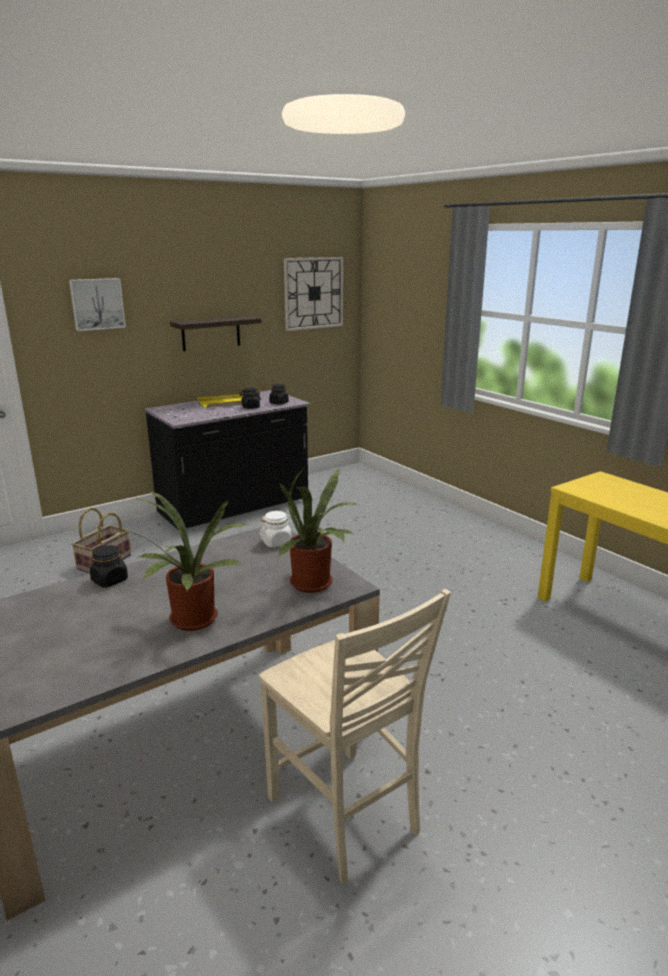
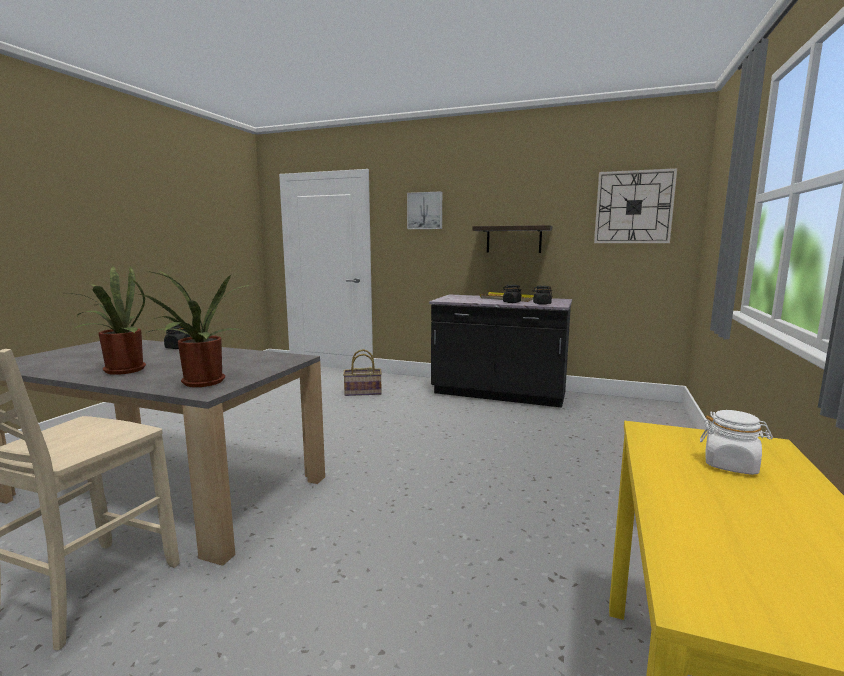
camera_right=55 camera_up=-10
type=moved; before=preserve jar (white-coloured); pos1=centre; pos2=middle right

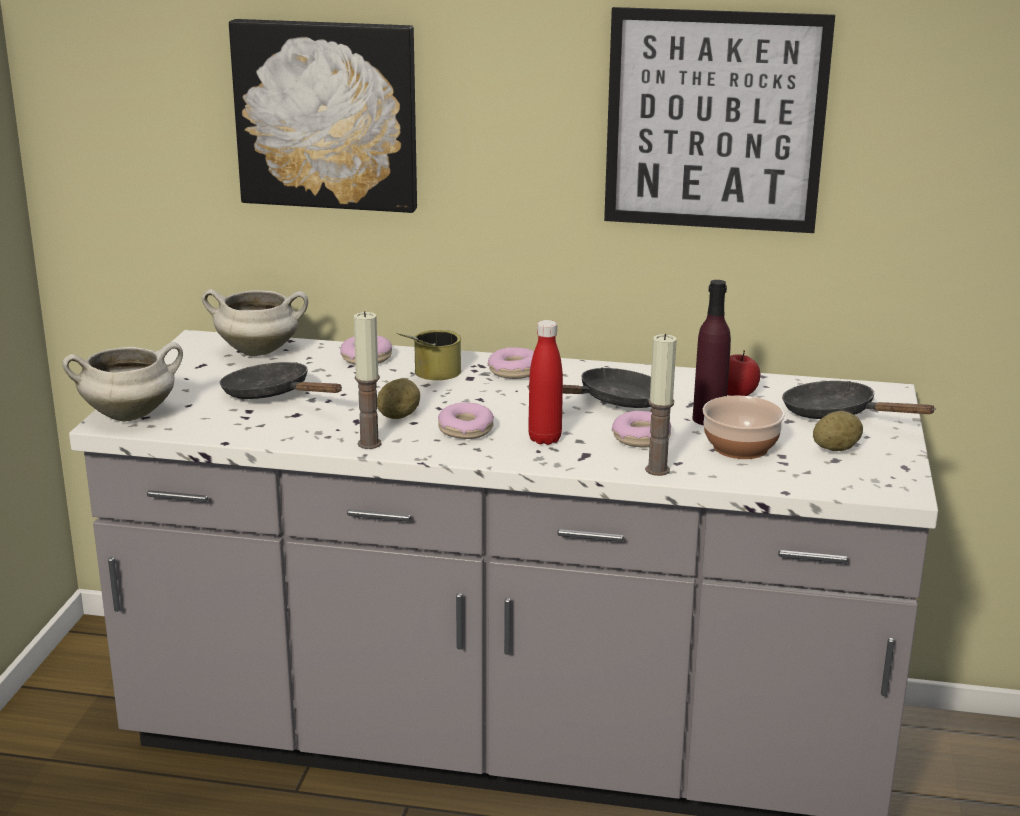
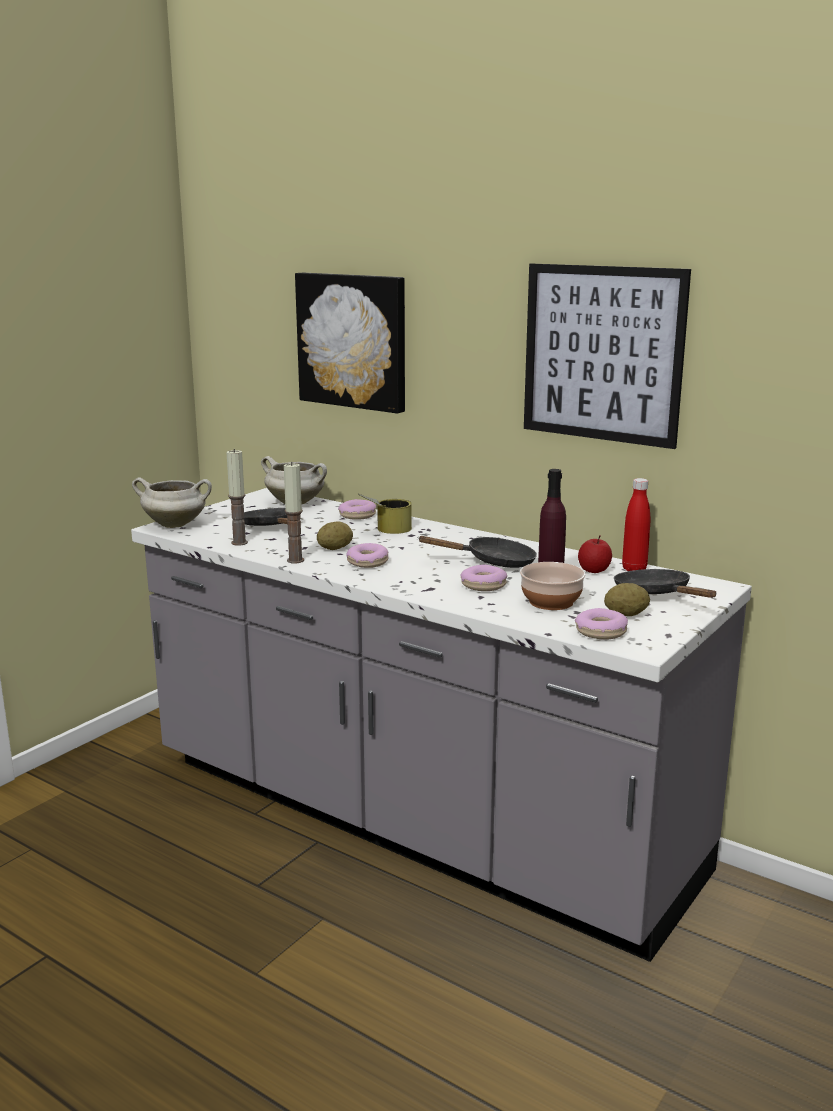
camera_right=25 camera_up=-5
type=moved; before=donut (3rd from left in the first image); after=donut (4th from left); pos1=centre; pos2=middle right
type=moved; before=bottle (red-coloured); pos1=centre; pos2=middle right
type=moved; before=candle (2nd from left in the first image); after=candle (1st from left); pos1=centre; pos2=middle left

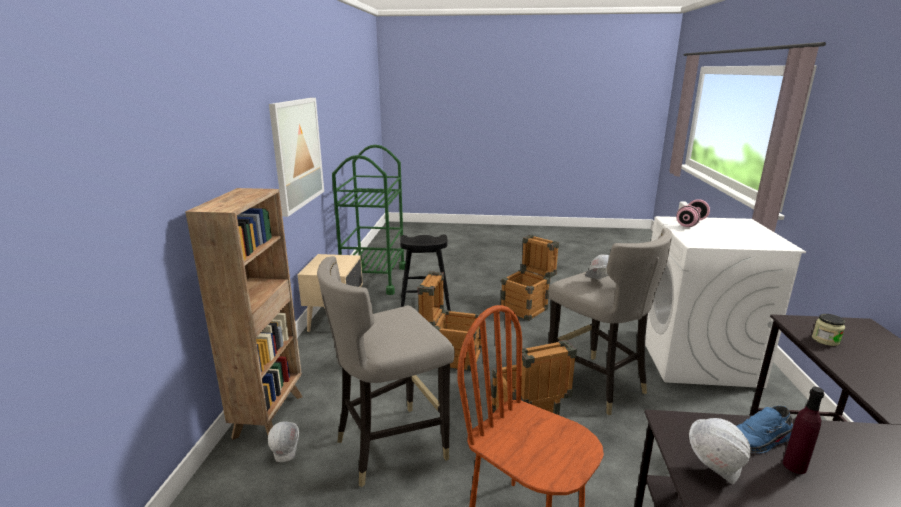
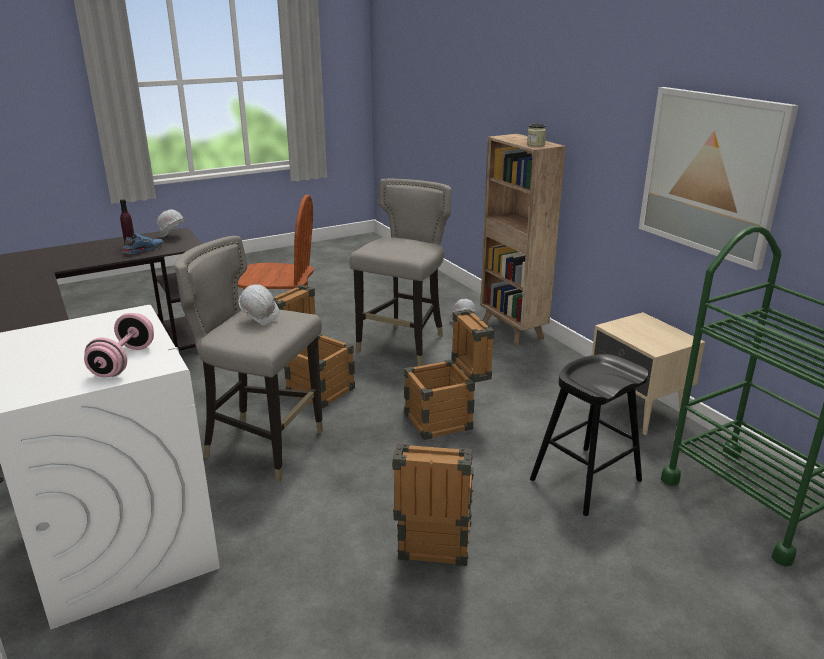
camera_right=145 camera_up=5
type=moved; before=preserve jar; pos1=middle right; pos2=top centre

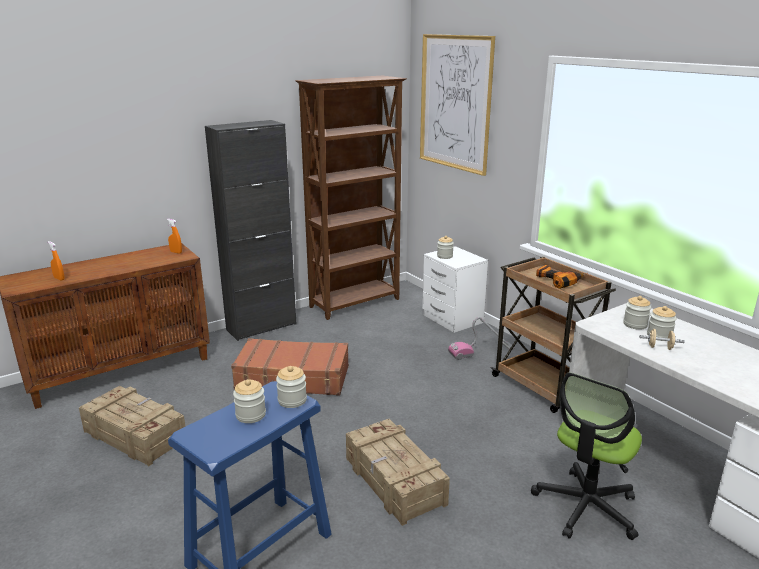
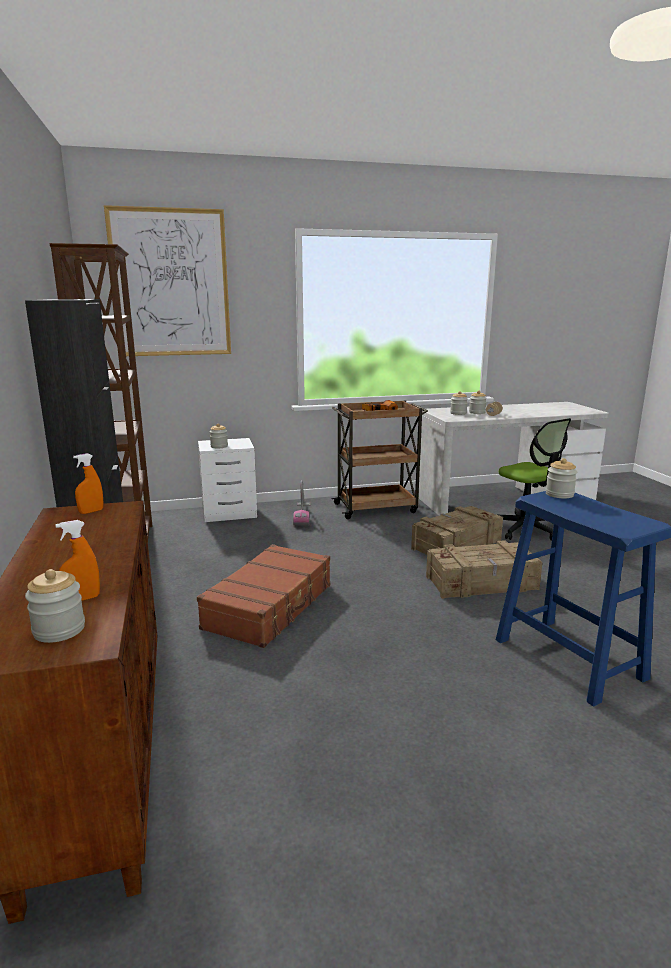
camera_right=-70 camera_up=-5
type=moved; before=crate (1st from left); pos1=bottom left; pos2=middle right
type=moved; before=preserve jar (1st from left); pos1=bottom left; pos2=middle left

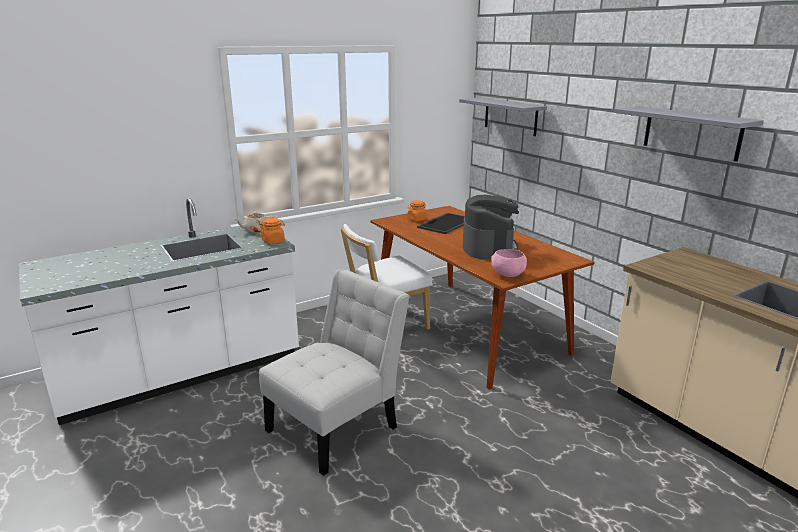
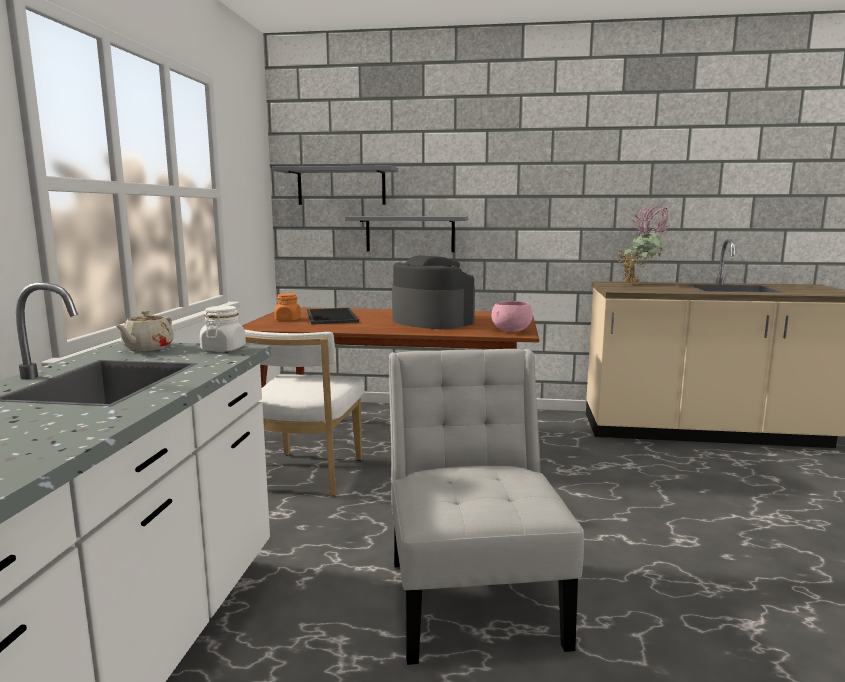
camera_right=-50 camera_up=-10
type=recoloured; before=preserve jar (orange-coloured) (1st from left); after=preserve jar (white-coloured); pos1=centre; pos2=middle left
type=moved; before=shelf (grey) (2nd from left); pos1=top right; pos2=centre
type=added; after=potted plant; pos2=middle right

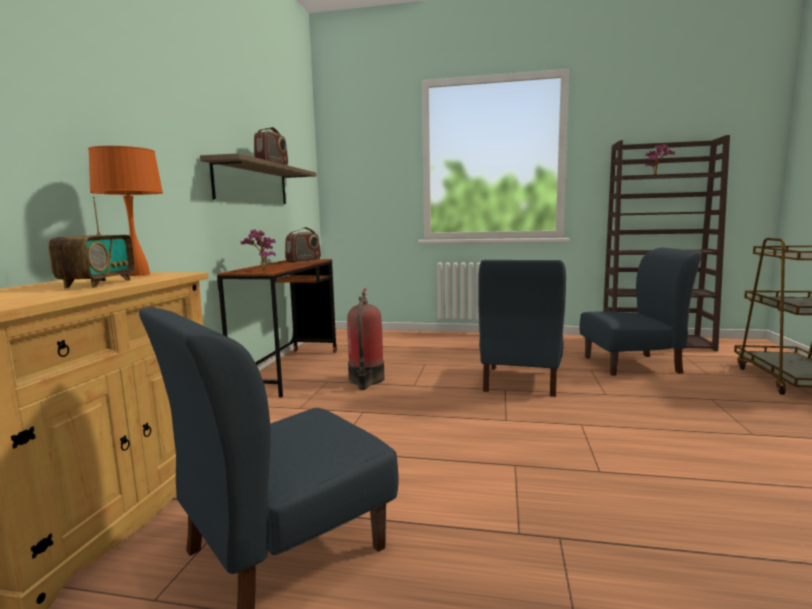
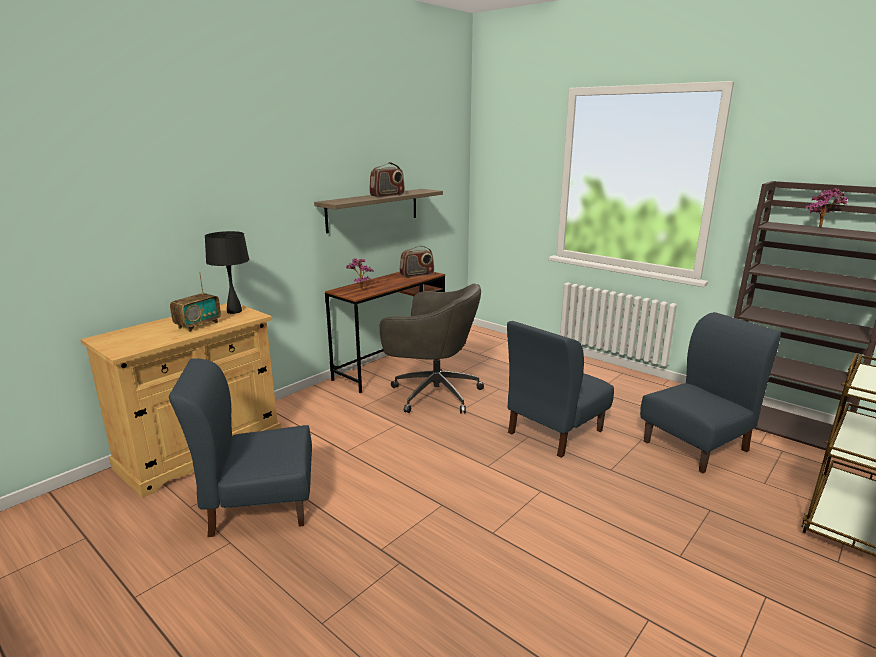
camera_right=30 camera_up=10
type=recoloured; before=tabletop lamp (orange-coloured); after=tabletop lamp (blackish); pos1=middle left; pos2=middle left
type=replaced; before=extinguisher; after=desk chair (grey); pos1=centre; pos2=centre
type=turned; before=chair (blue-coloured) (3rd from left); pos1=middle right; pos2=middle right; turn=-60

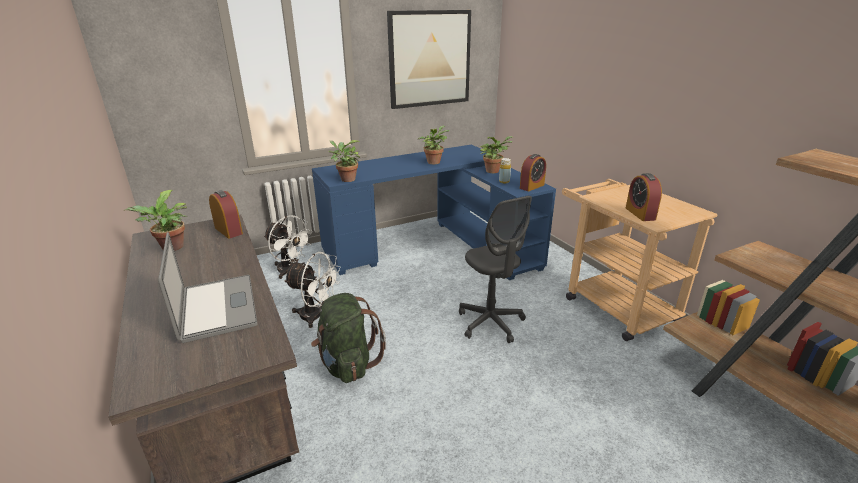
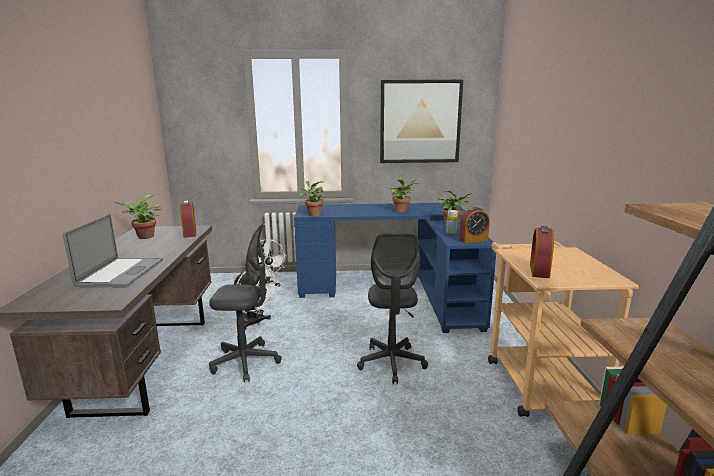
camera_right=25 camera_up=-10
type=replaced; before=knapsack (greenish); after=desk chair (grey) (1st from left); pos1=bottom centre; pos2=centre

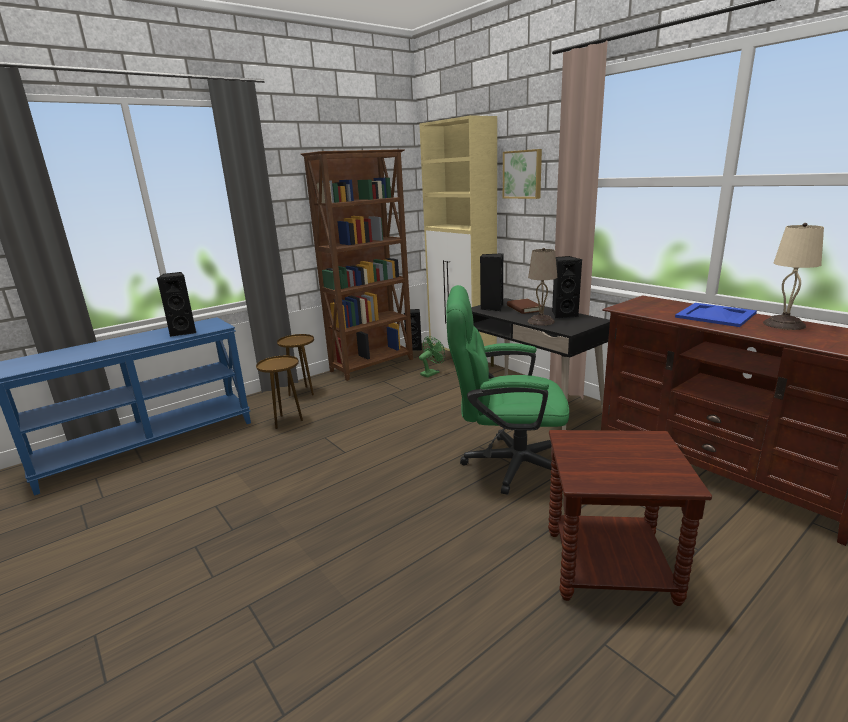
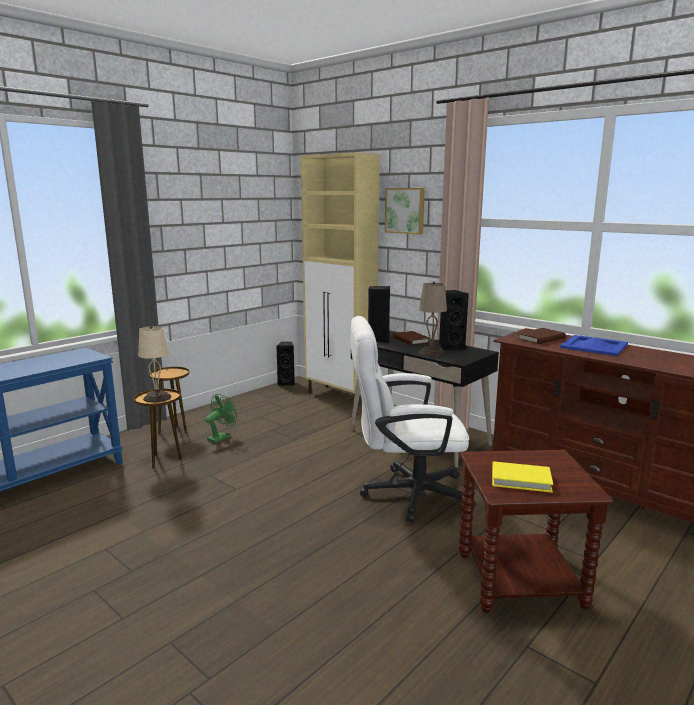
camera_right=-10 camera_up=-5
type=removed; before=speaker (blackish) (1st from left); pos1=middle left
type=removed; before=bookshelf (brown-coloured); pos1=centre
type=moved; before=electric fan (greenish); pos1=centre; pos2=middle left
type=recoloured; before=desk chair (greenish); after=desk chair (white-coloured); pos1=centre; pos2=centre
type=moved; before=tabletop lamp (sand-coloured) (2nd from left in the first image); after=tabletop lamp (sand-coloured) (1st from left); pos1=middle right; pos2=middle left
type=added; after=book (yellowish); pos2=bottom right
type=added; after=book (brown-coloured) (2nd from left); pos2=middle right

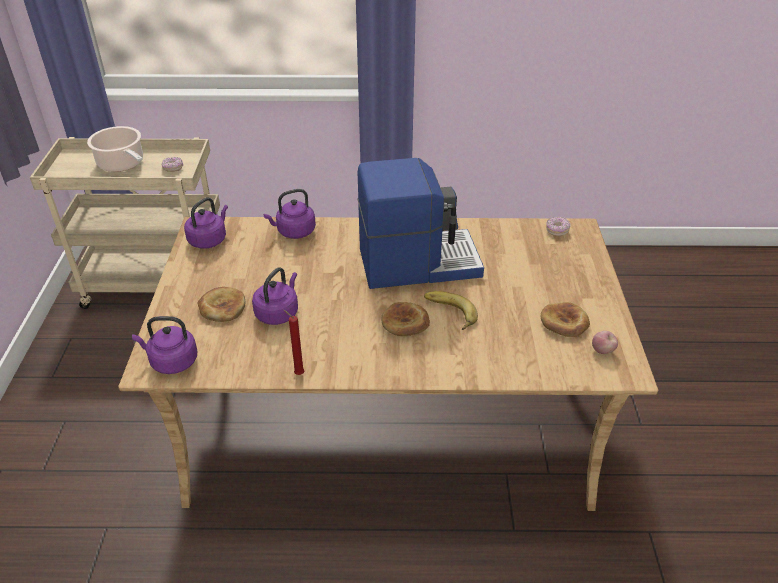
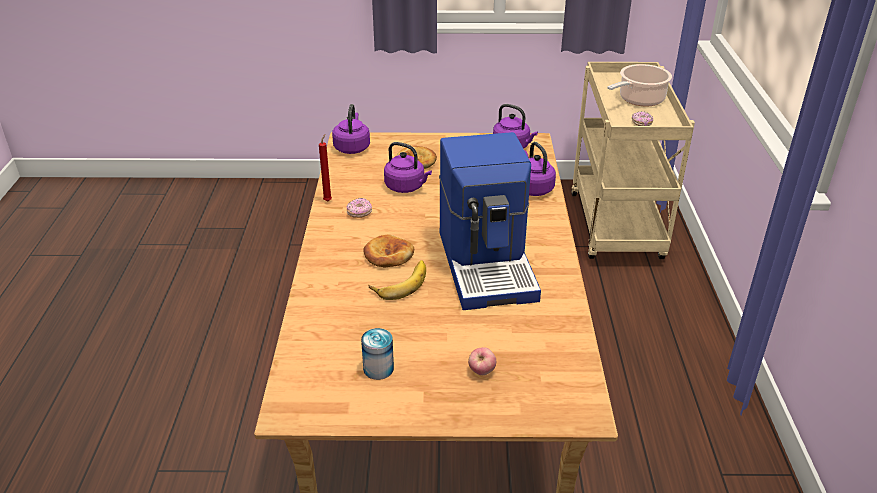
camera_right=90 camera_up=-5
type=replaced; before=bread (3rd from left); after=metal can; pos1=middle right; pos2=bottom centre
type=moved; before=donut (2nd from left in the first image); after=donut (1st from left); pos1=middle right; pos2=centre
type=moved; before=whole apple; pos1=middle right; pos2=bottom centre

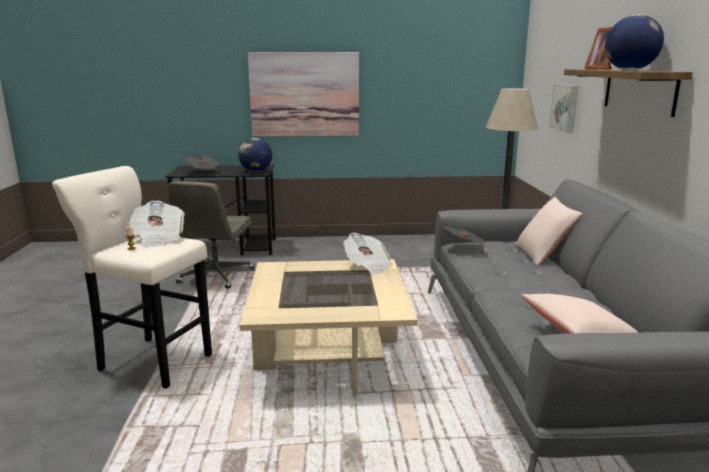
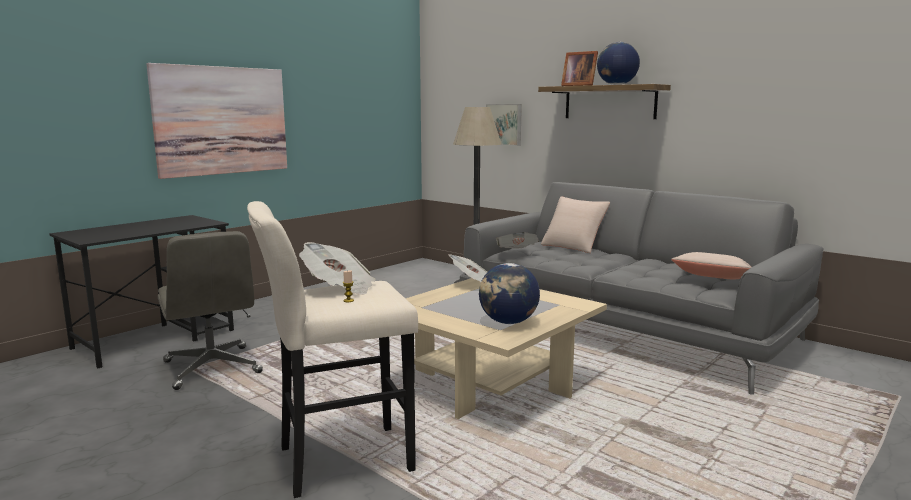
camera_right=-45 camera_up=-5
type=removed; before=daily paper (2nd from left); pos1=middle left
type=moved; before=globe (1st from left); pos1=top centre; pos2=centre

